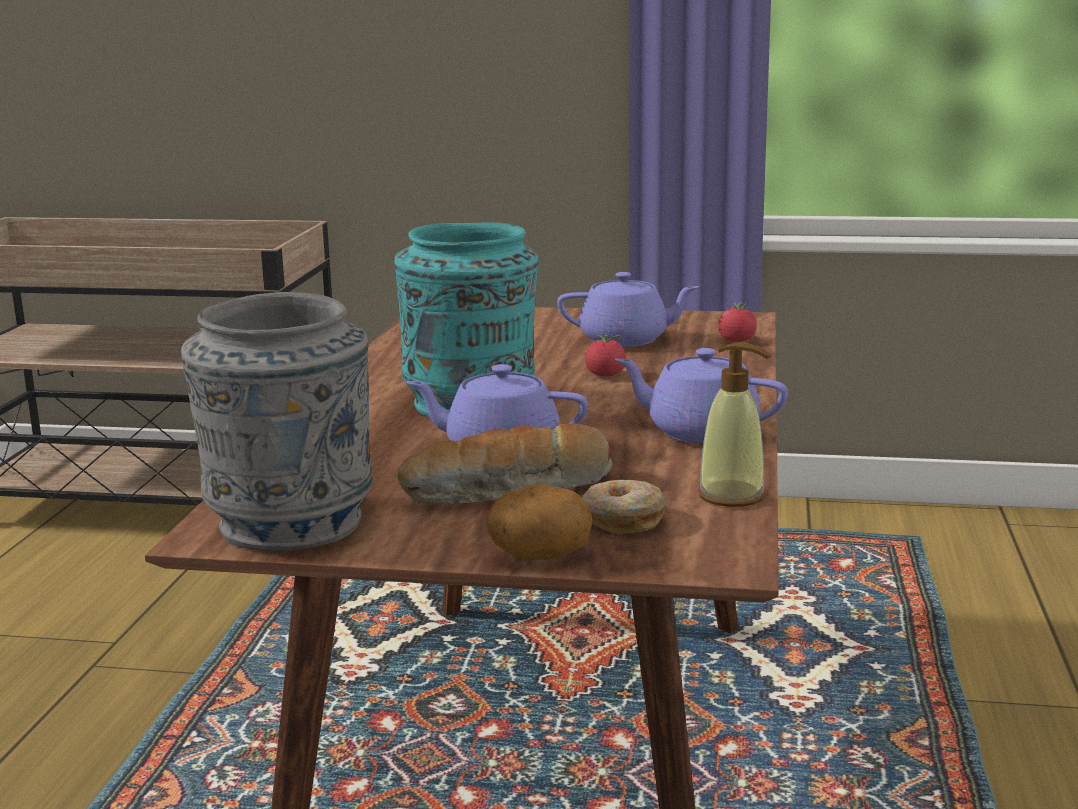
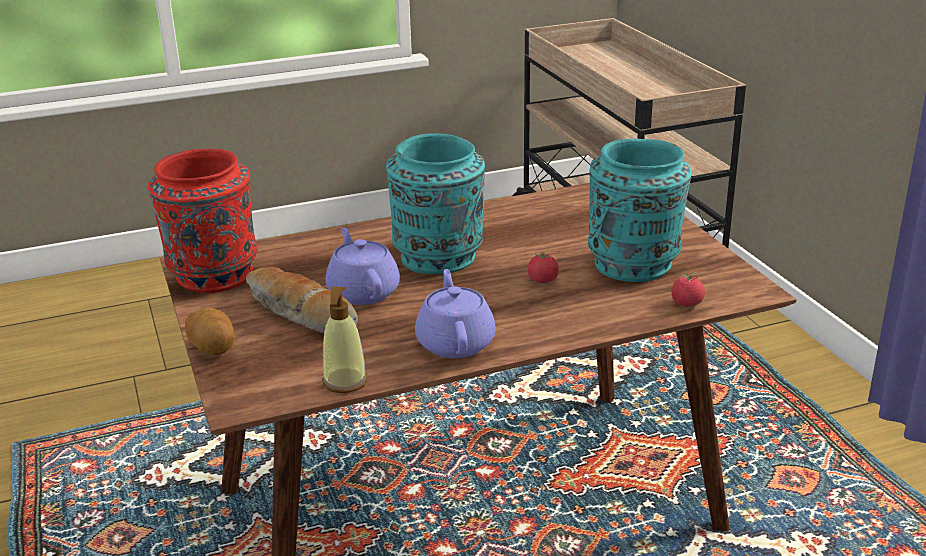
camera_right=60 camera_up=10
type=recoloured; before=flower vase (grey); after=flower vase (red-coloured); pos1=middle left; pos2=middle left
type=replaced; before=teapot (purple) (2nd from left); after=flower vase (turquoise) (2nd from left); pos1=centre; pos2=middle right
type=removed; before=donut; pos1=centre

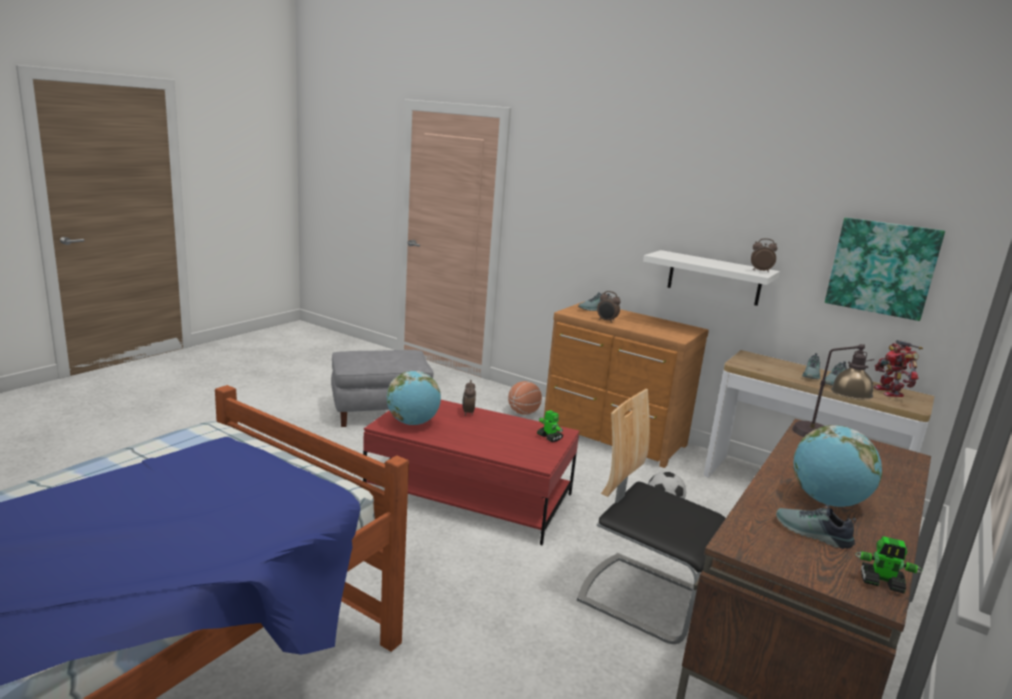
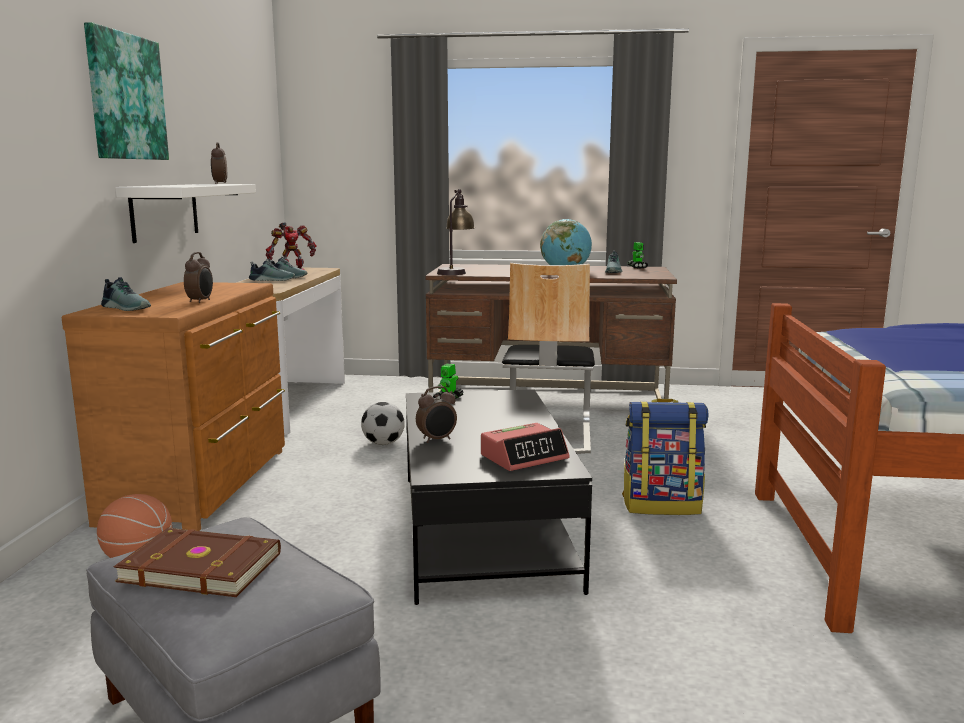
camera_right=-115 camera_up=-5
type=recoloured; before=lounge table (red-coloured); after=lounge table (blackish); pos1=bottom centre; pos2=bottom centre
type=replaced; before=globe (1st from left); after=alarm clock (4th from left); pos1=centre; pos2=centre
type=moved; before=wall picture; pos1=middle right; pos2=top left
type=added; after=book (brown-coloured); pos2=bottom left
type=added; after=knapsack; pos2=middle right

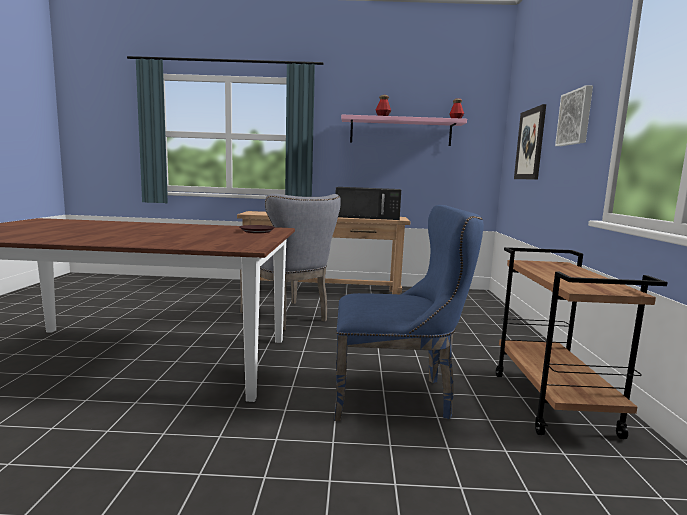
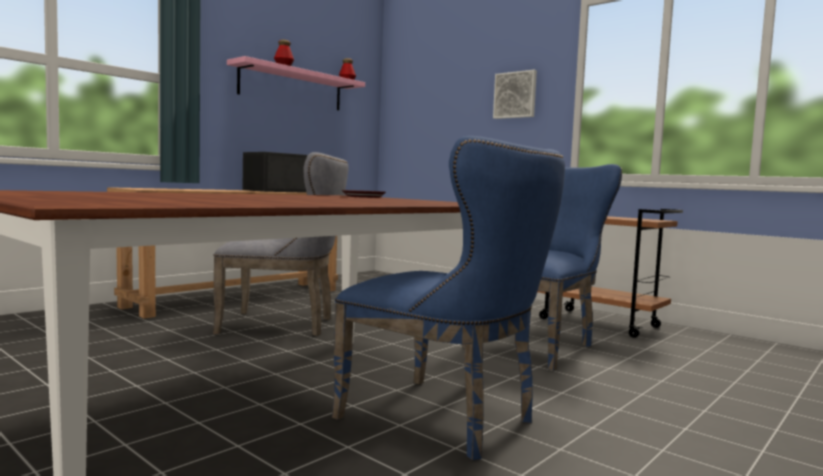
camera_right=-50 camera_up=-5
type=removed; before=wall picture (1st from left); pos1=top right
type=added; after=chair (blue-coloured) (1st from left); pos2=centre

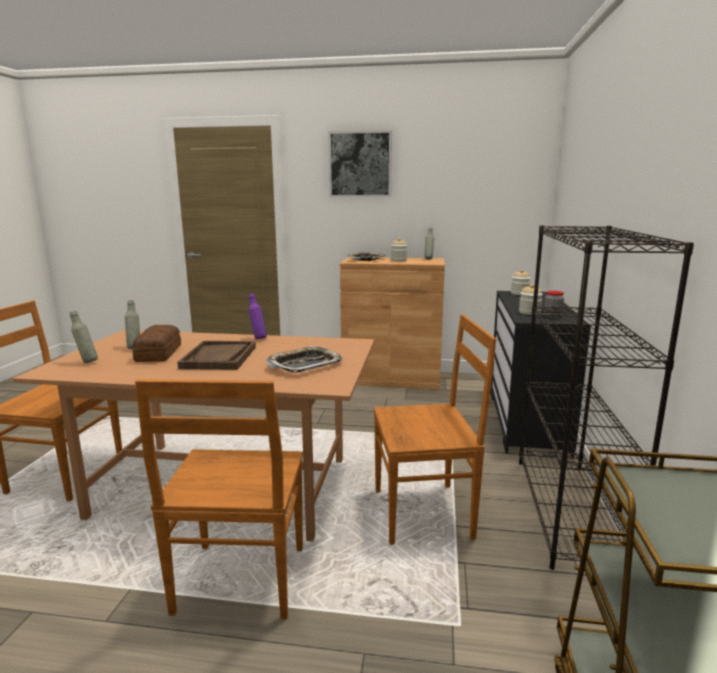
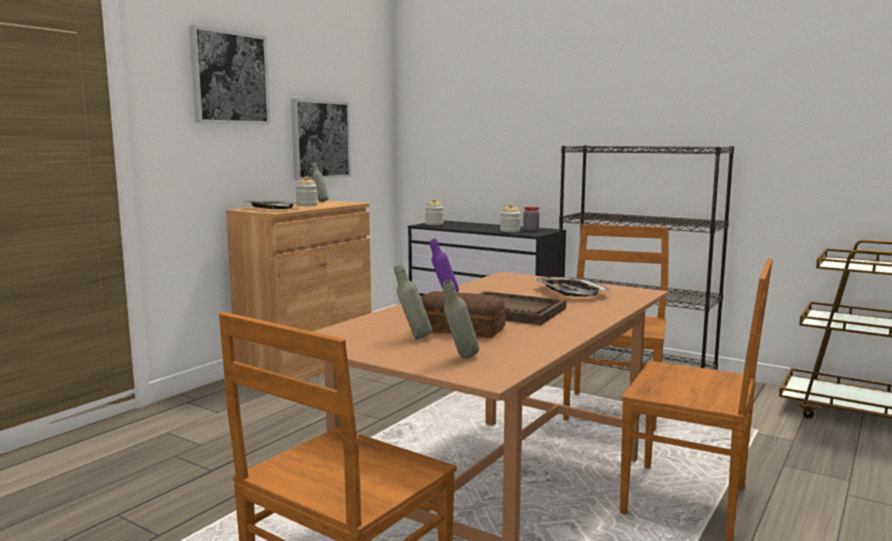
camera_right=-65 camera_up=-5
type=added; after=wall picture (2nd from left); pos2=top centre

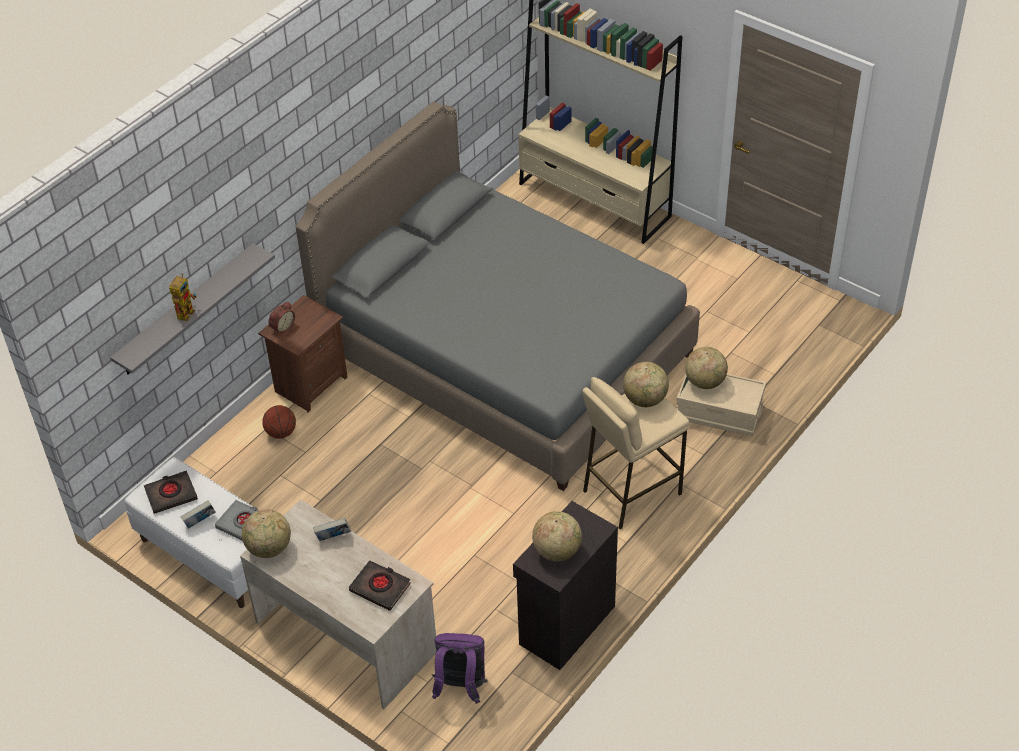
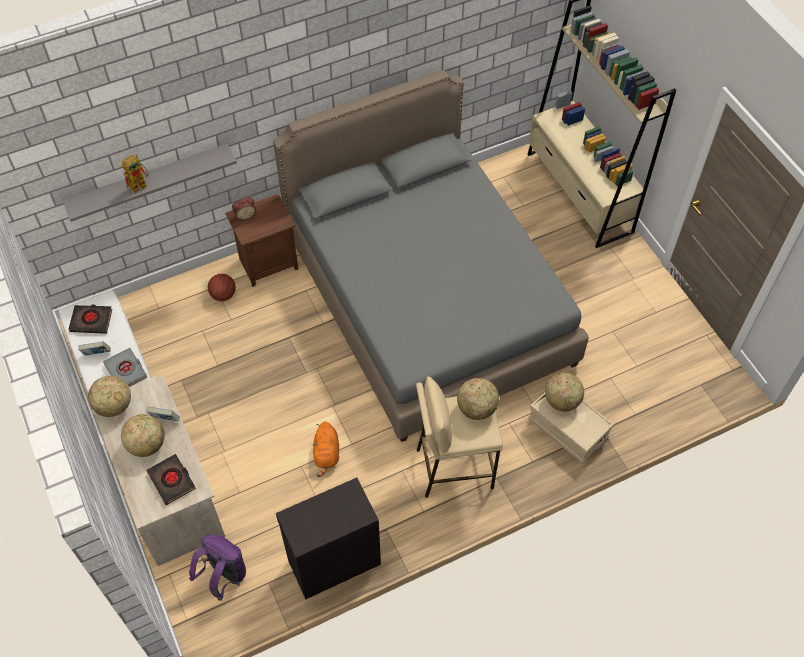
camera_right=25 camera_up=10
type=moved; before=globe (2nd from left); pos1=bottom centre; pos2=middle left
type=added; after=plush toy (orange-coloured); pos2=bottom centre

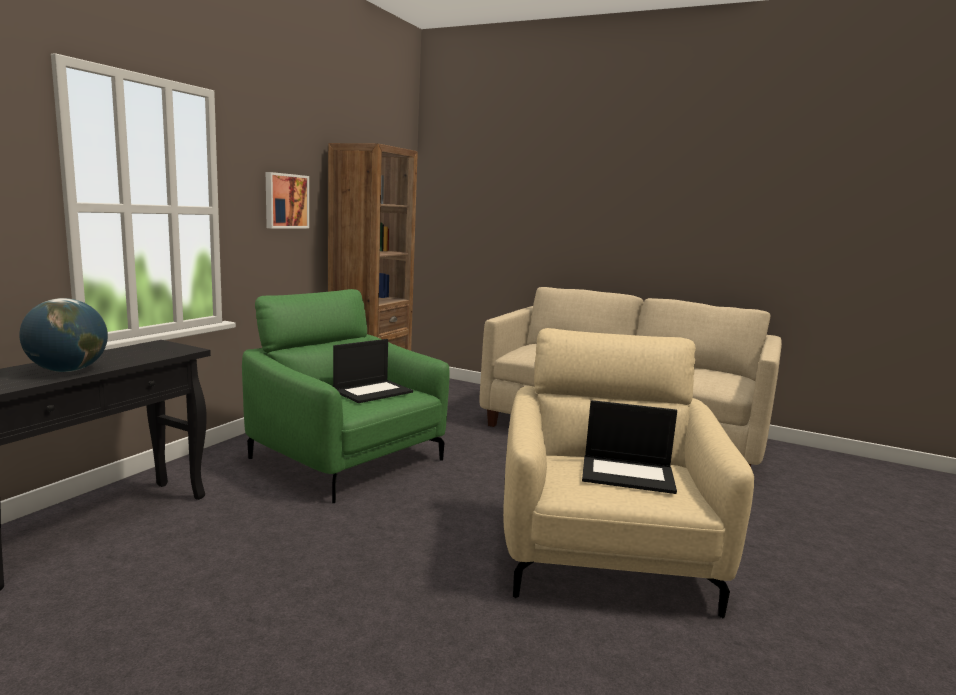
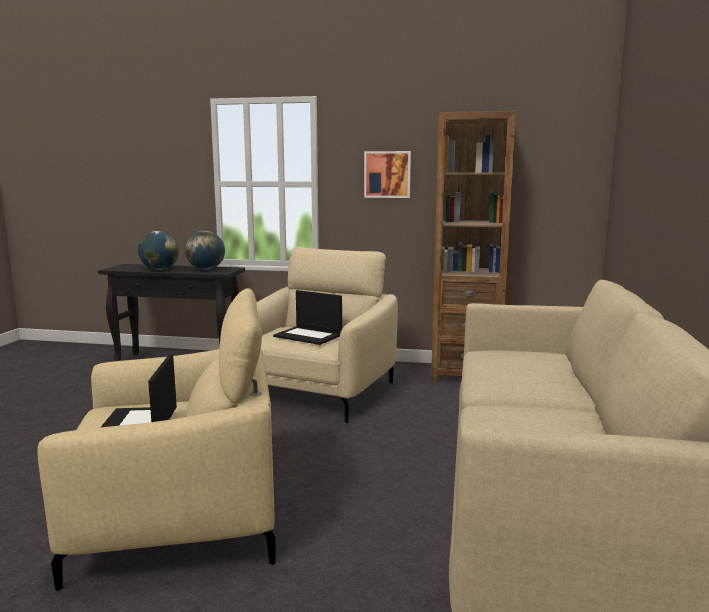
camera_right=75 camera_up=0
type=recoloured; before=easy chair (greenish); after=easy chair (sand-coloured) (2nd from left); pos1=centre; pos2=centre
type=added; after=globe (2nd from left); pos2=middle left

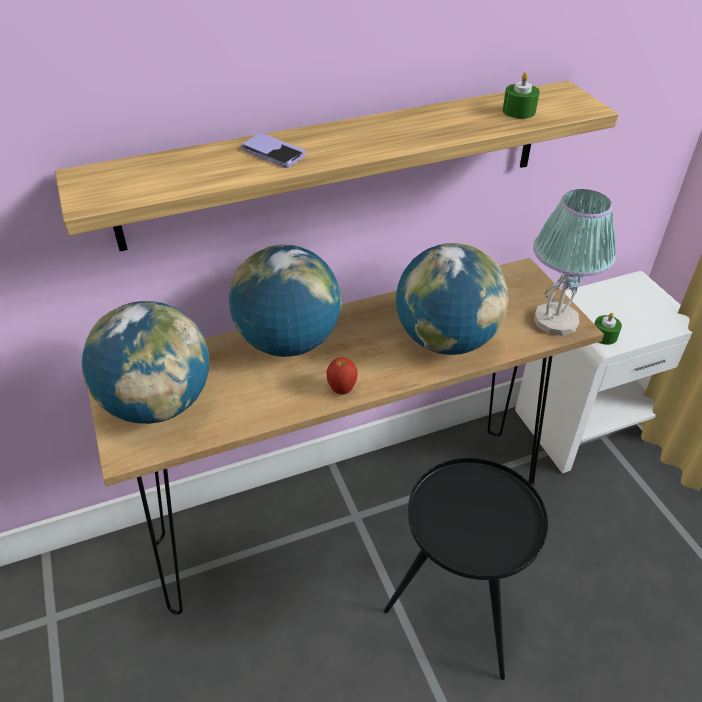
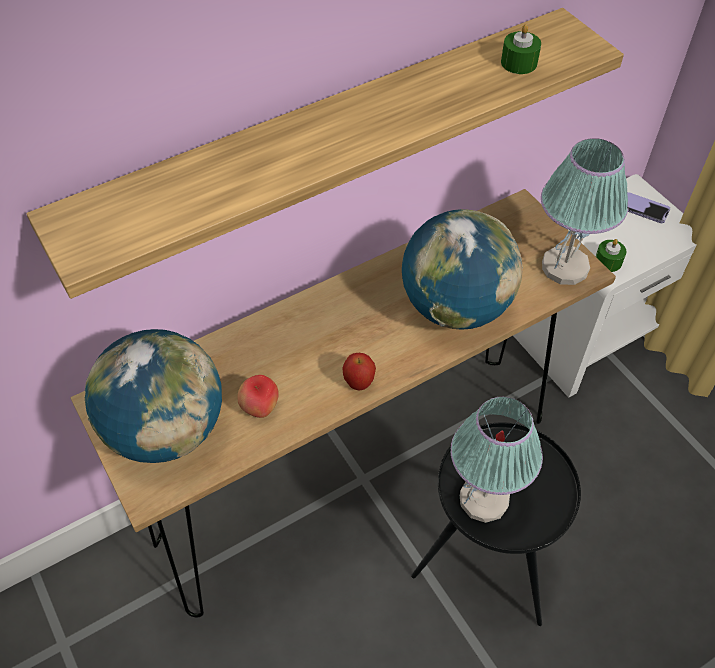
camera_right=-10 camera_up=10
type=removed; before=globe (2nd from left); pos1=centre
type=moved; before=phone; pos1=top centre; pos2=top right
type=added; after=whole apple (1st from left); pos2=centre
type=added; after=tabletop lamp (1st from left); pos2=bottom right

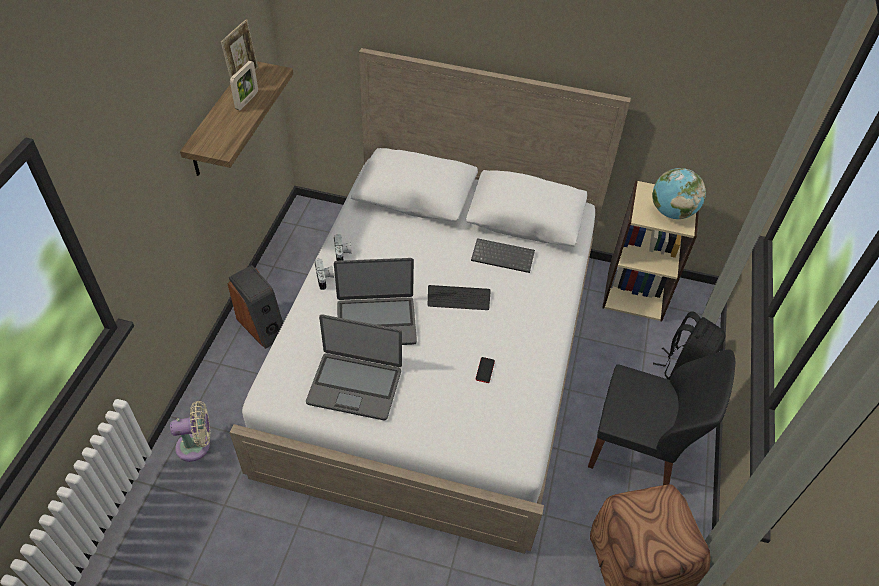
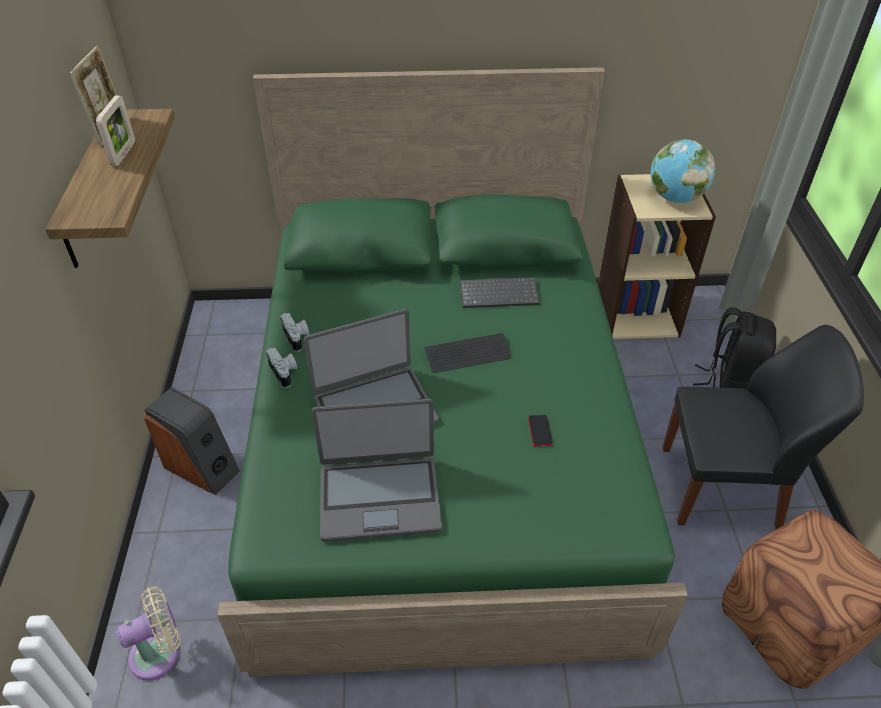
camera_right=-15 camera_up=-5
type=recoloured; before=sleeping bed (white-coloured); after=sleeping bed (greenish); pos1=centre; pos2=centre

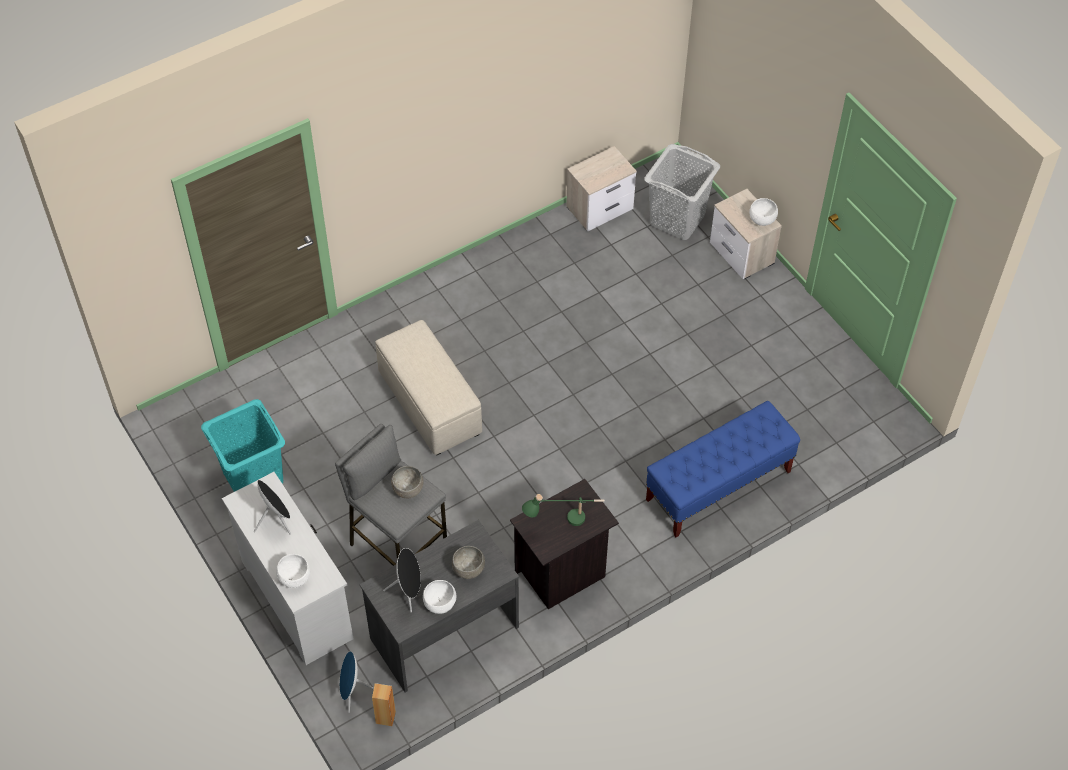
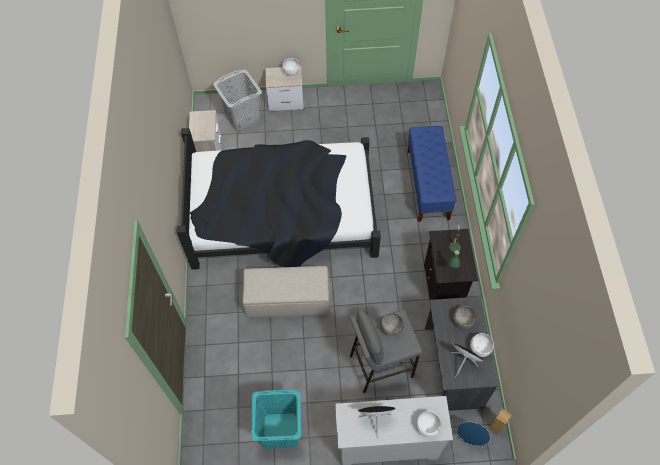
camera_right=-60 camera_up=5
type=added; after=sleeping bed (blackish); pos2=centre

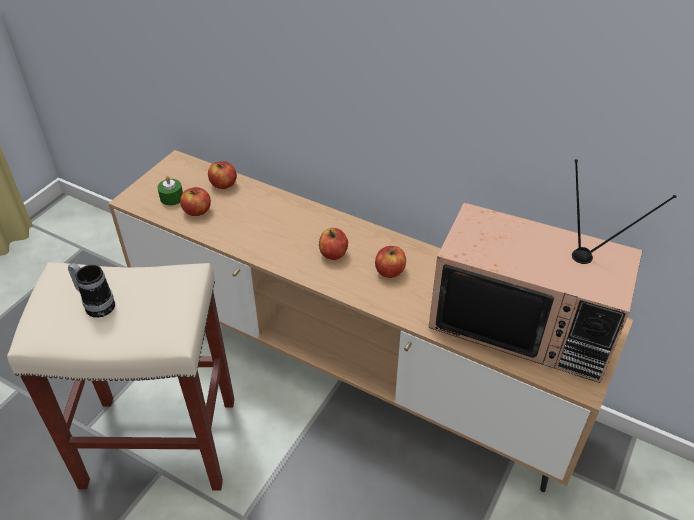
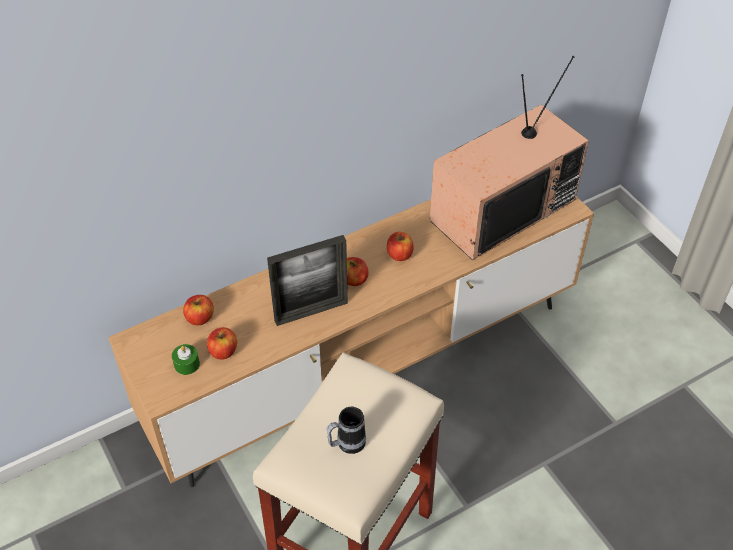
camera_right=-60 camera_up=5
type=added; after=picture frame; pos2=centre

